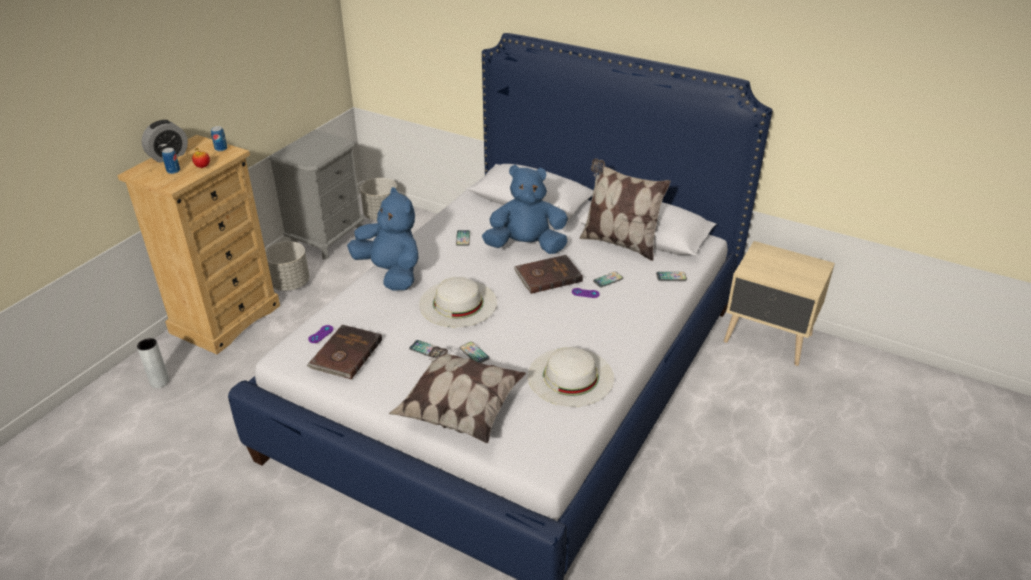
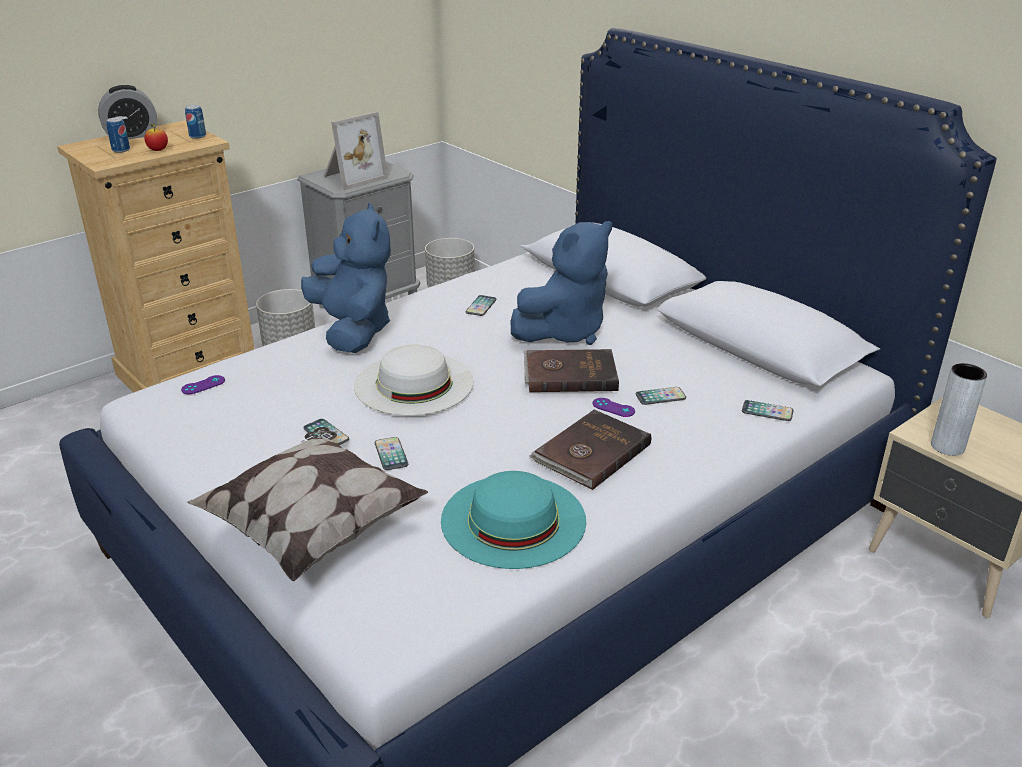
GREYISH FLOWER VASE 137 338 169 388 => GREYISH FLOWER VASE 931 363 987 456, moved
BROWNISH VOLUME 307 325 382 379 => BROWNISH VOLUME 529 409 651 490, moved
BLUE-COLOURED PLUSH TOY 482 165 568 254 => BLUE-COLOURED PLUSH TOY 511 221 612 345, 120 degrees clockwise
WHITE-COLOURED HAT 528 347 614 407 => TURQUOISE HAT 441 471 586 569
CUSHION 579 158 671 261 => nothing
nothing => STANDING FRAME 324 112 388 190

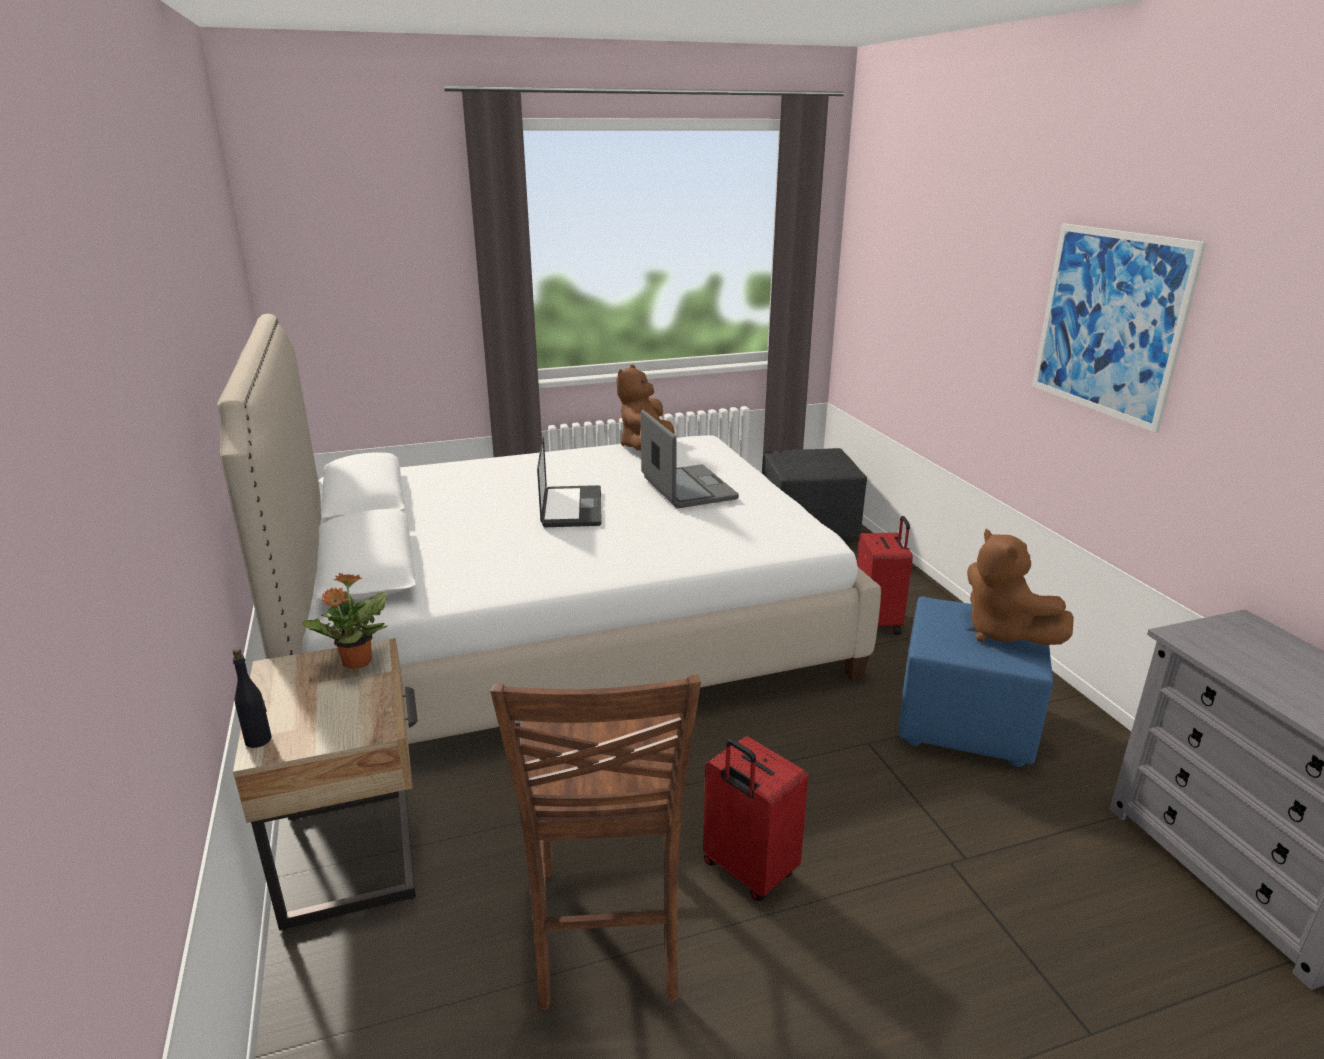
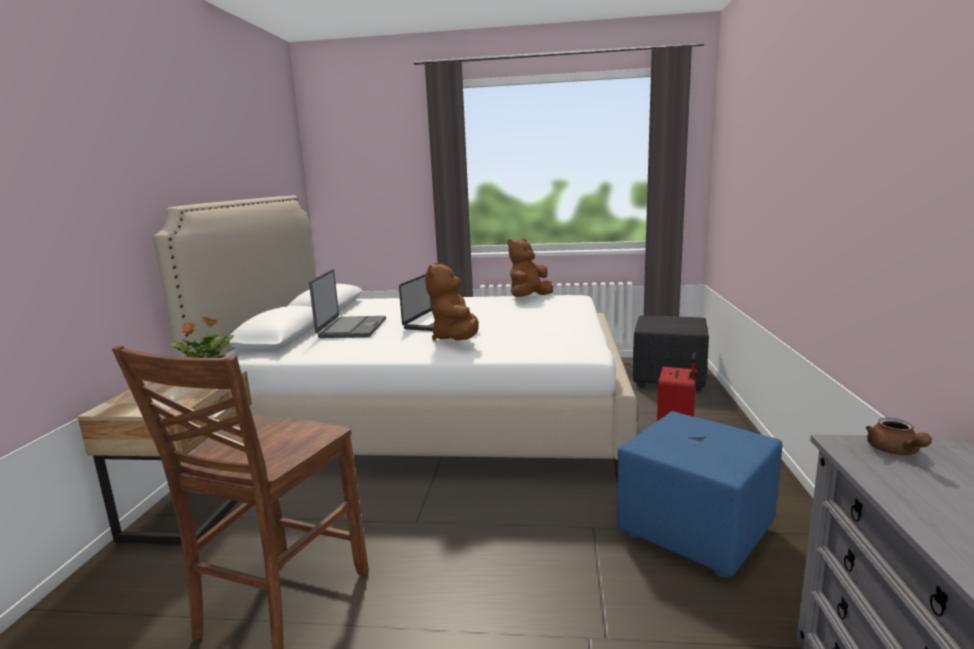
BLACK-COLOURED BOTTLE 232 648 272 748 => nothing
LAPTOP 641 410 739 508 => LAPTOP 309 269 386 338, moved
REDDISH PIECE OF LUGGAGE 703 736 808 901 => nothing
BROWNISH PLUSH TOY 967 529 1074 645 => BROWNISH PLUSH TOY 425 263 479 341, moved
WALL PICTURE 1032 223 1207 433 => nothing
nothing => BROWNISH TEAPOT 866 418 932 455

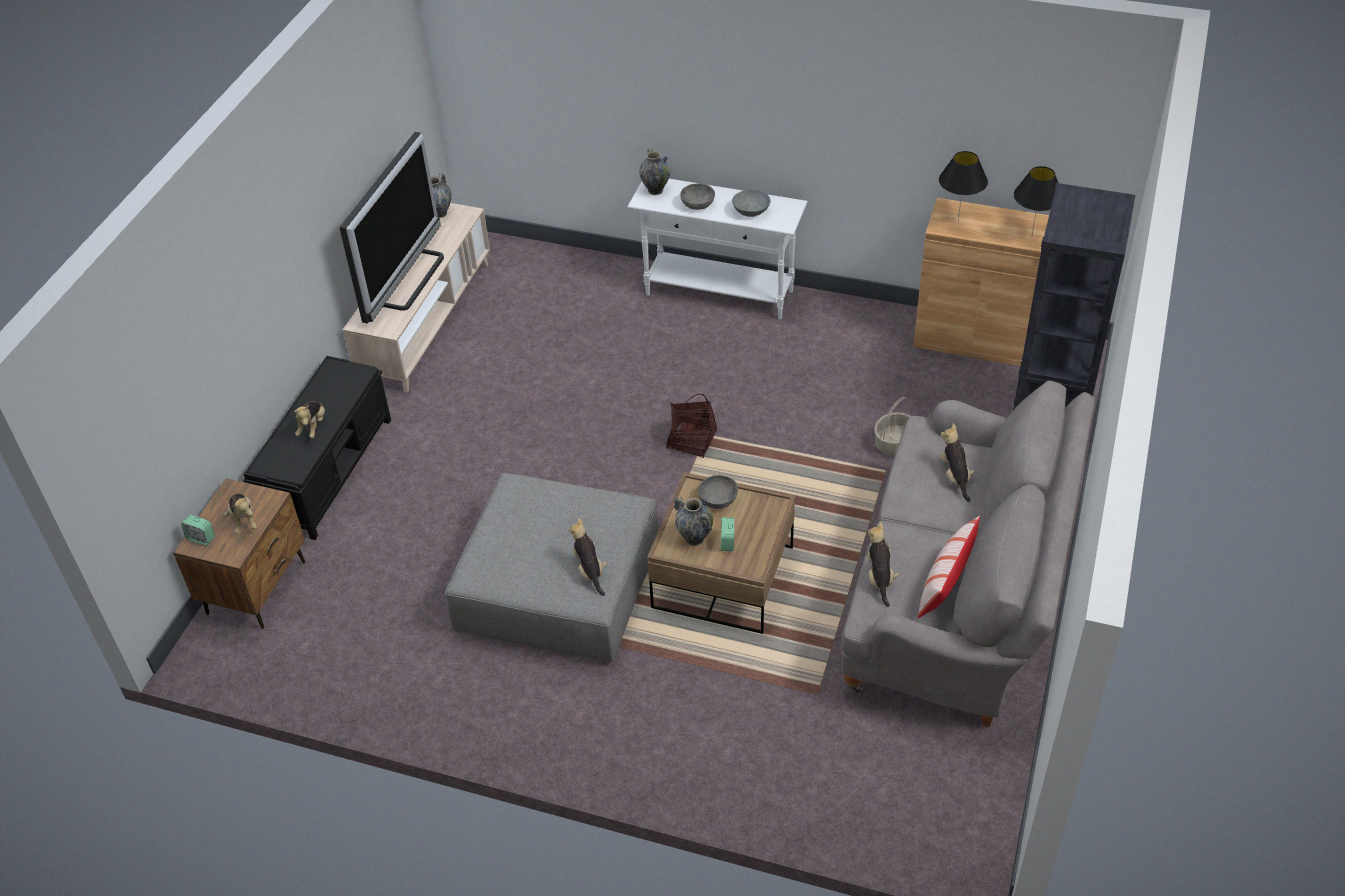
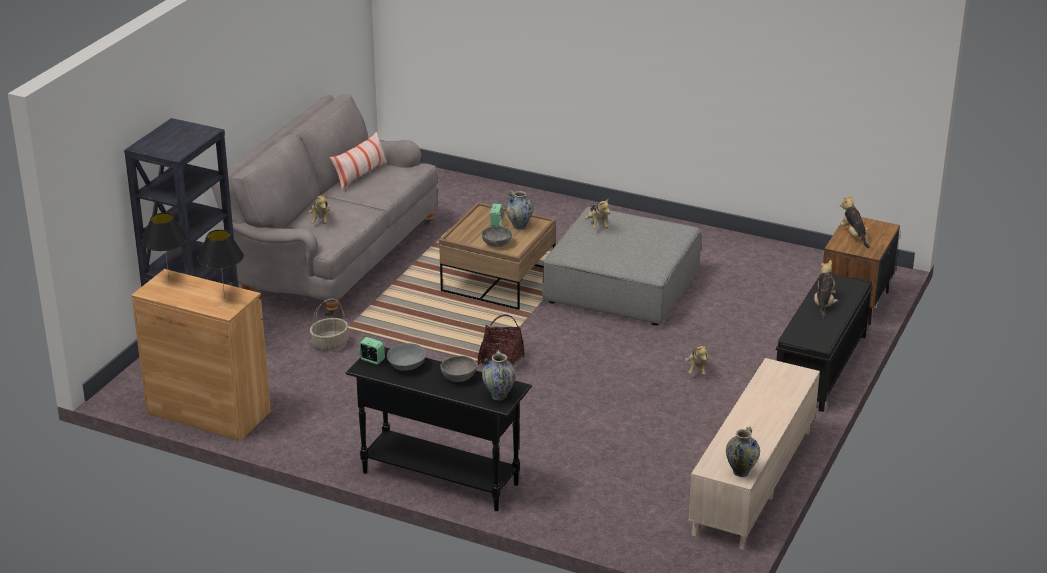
TABLE CLOCK 181 515 215 546 => TABLE CLOCK 359 337 385 365, moved
TV 339 132 444 324 => nothing
WHITE-COLOURED CONSOLE TABLE 628 179 808 319 => BLACK-COLOURED CONSOLE TABLE 346 347 532 511
PLUSH TOY 867 522 899 607 => PLUSH TOY 685 344 708 375, moved

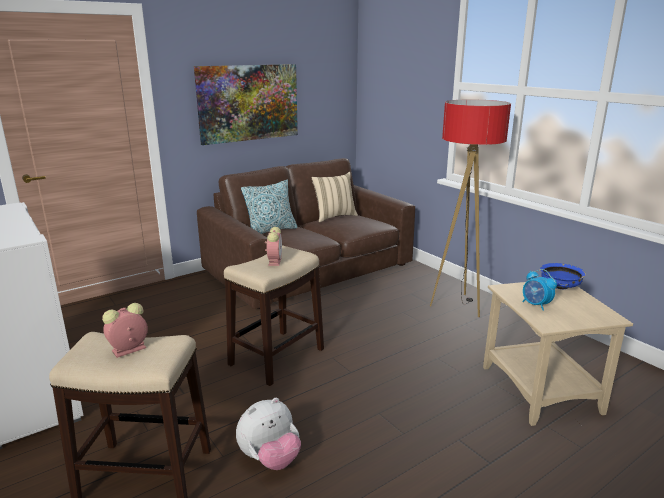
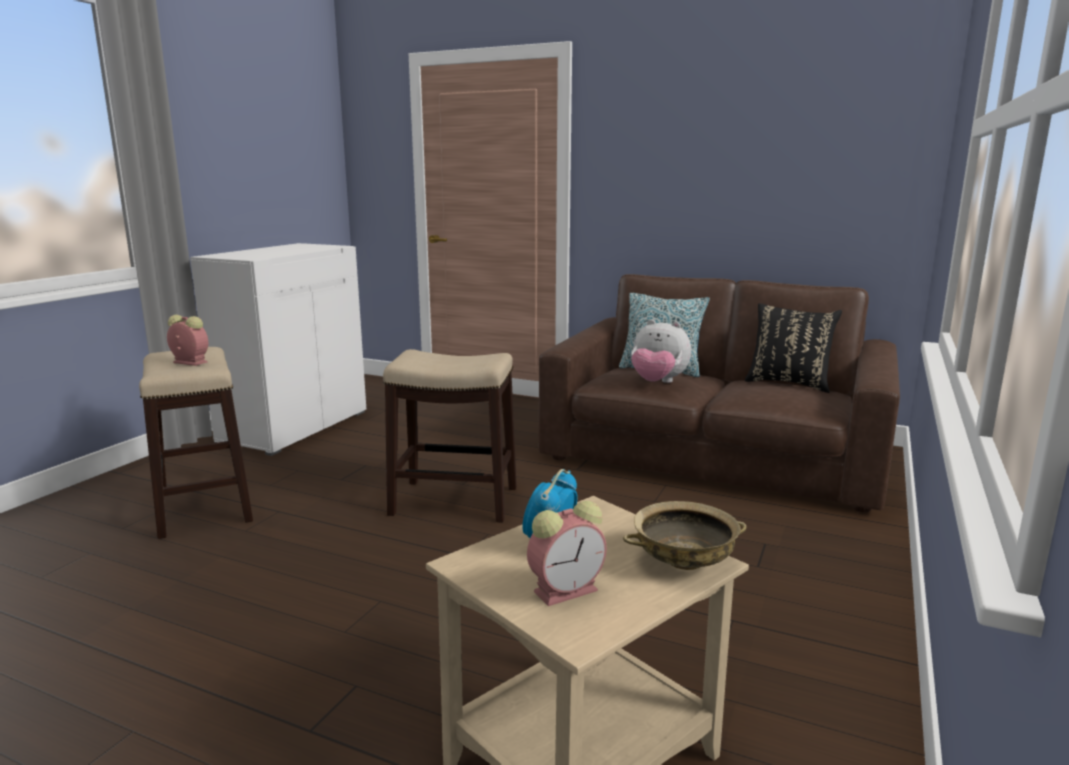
WALL PICTURE 194 64 298 145 => nothing
PLUSH TOY 236 398 301 470 => PLUSH TOY 631 319 691 383, moved
TABLE CLOCK 265 227 282 266 => TABLE CLOCK 527 501 607 606, moved
BEIGE CUSHION 311 172 358 222 => BLACK-COLOURED CUSHION 745 303 842 393
STANDING LAMP 430 100 511 317 => nothing
BLUE-COLOURED DEEP DISH 540 263 586 289 => BEIGE DEEP DISH 623 501 747 570

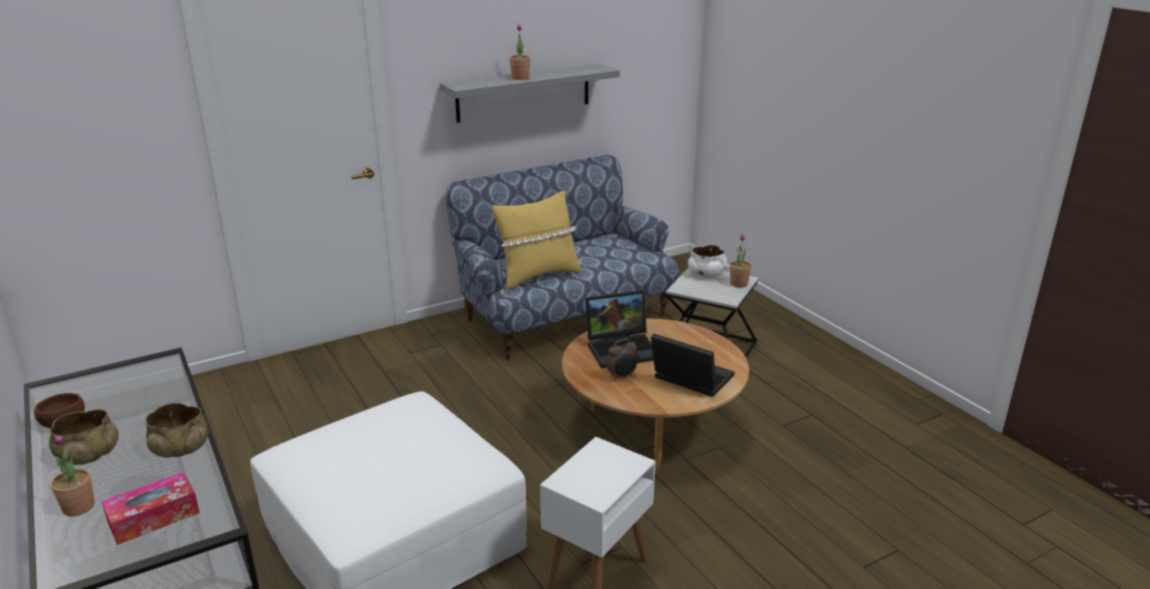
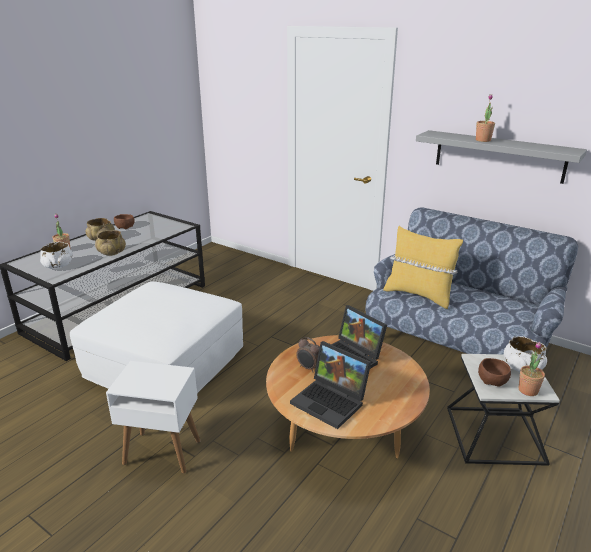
TISSUE HOLDER 101 472 200 545 => WHITE-COLOURED DEEP DISH 40 242 73 269
LAPTOP 651 334 735 397 => LAPTOP 290 341 371 429, 120 degrees clockwise
nothing => BROWNISH DEEP DISH 478 358 511 387

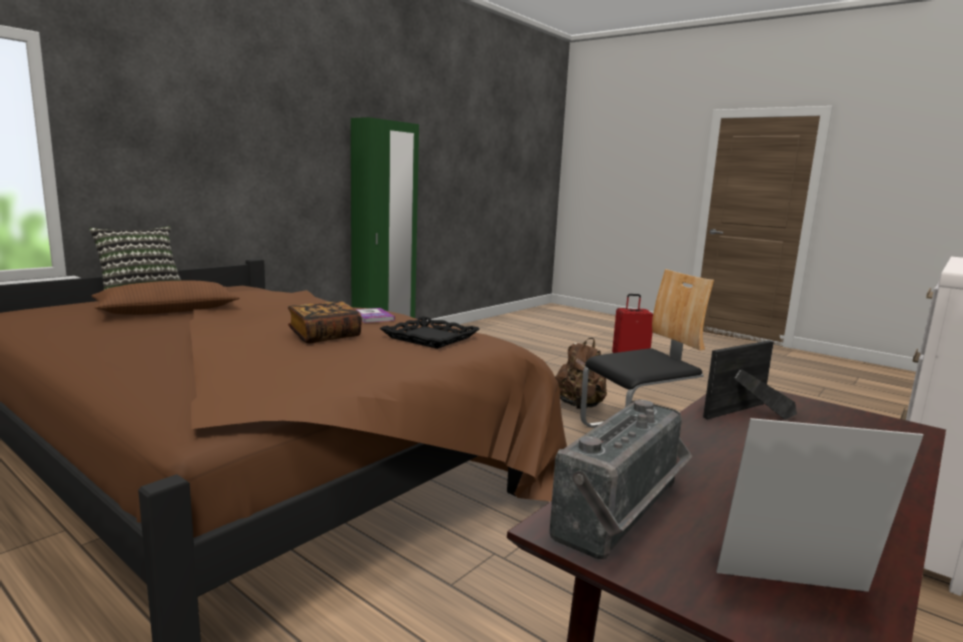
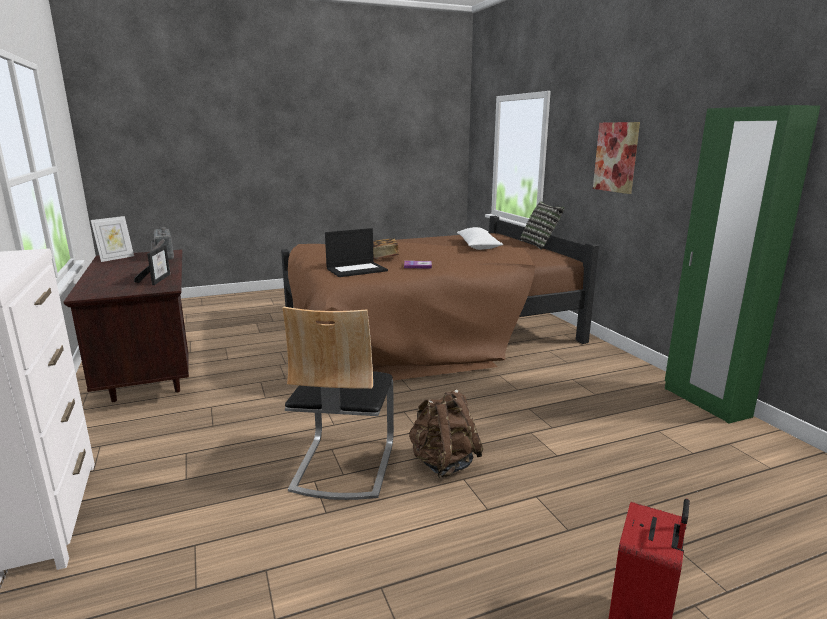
BROWNISH CUSHION 91 281 239 315 => WHITE-COLOURED CUSHION 457 227 503 250
BLACK-COLOURED CARRYING TRAY 380 316 480 349 => LAPTOP 325 228 388 277
nothing => WALL PICTURE 593 122 640 194

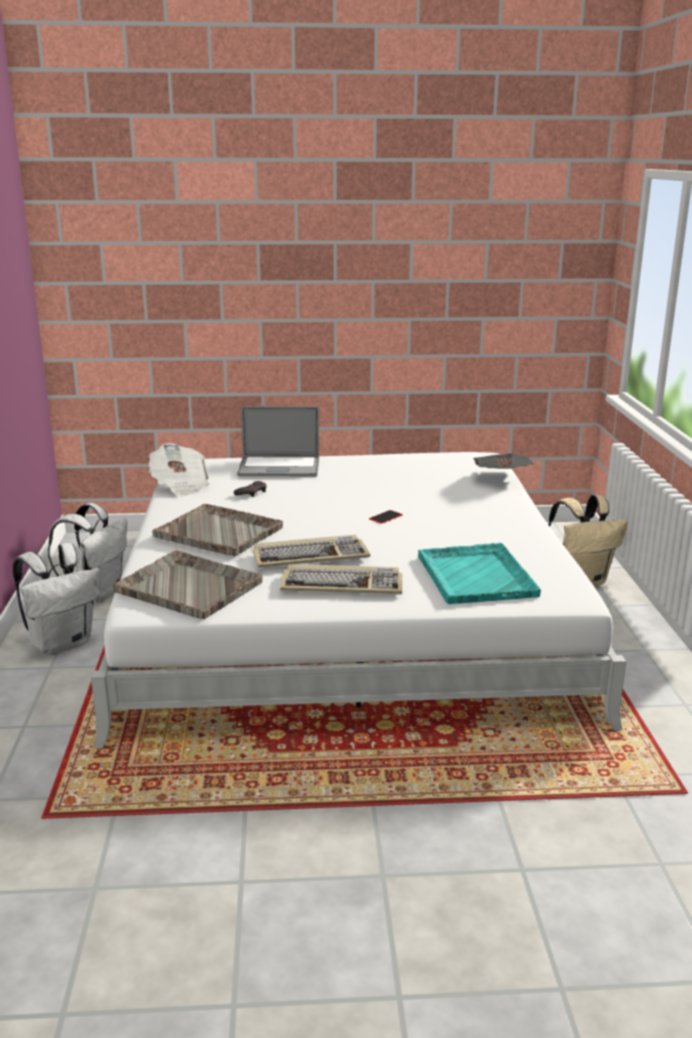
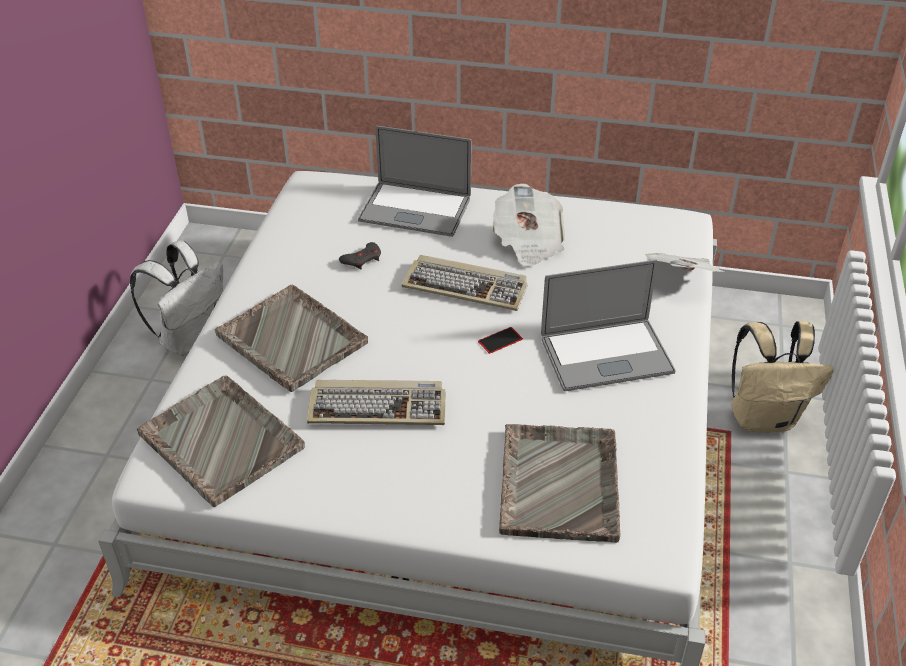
WHITE-COLOURED BACKPACK 13 543 101 655 => nothing
NEWSPAPER 149 443 209 497 => NEWSPAPER 492 184 565 267, moved
COMPUTER KEYBOARD 280 564 402 594 => COMPUTER KEYBOARD 401 255 528 311, moved
TURQUOISE CARRYING TRAY 418 543 541 604 => GREYISH CARRYING TRAY 499 424 620 543
nothing => LAPTOP 541 260 676 392

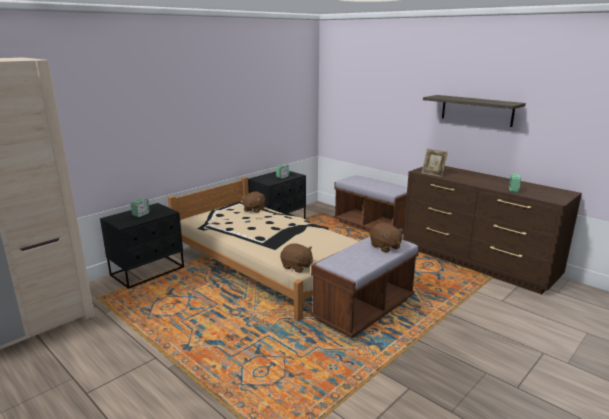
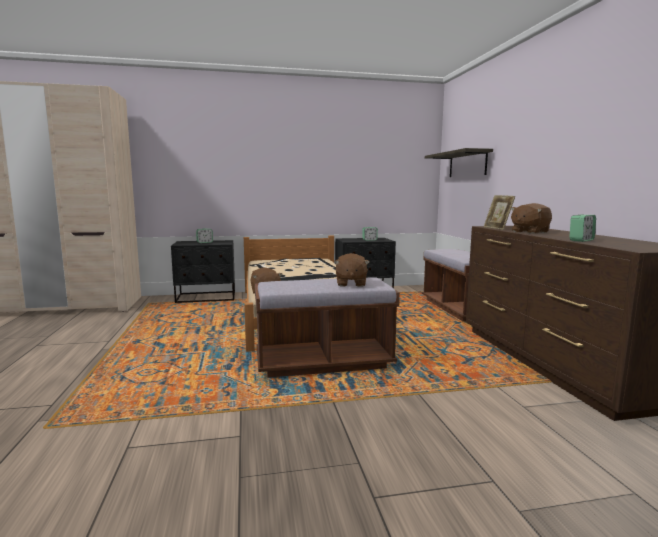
BROWNISH PLUSH TOY 242 191 265 213 => BROWNISH PLUSH TOY 510 203 552 234, moved
SHELF 423 95 526 127 => SHELF 425 148 493 177, moved

